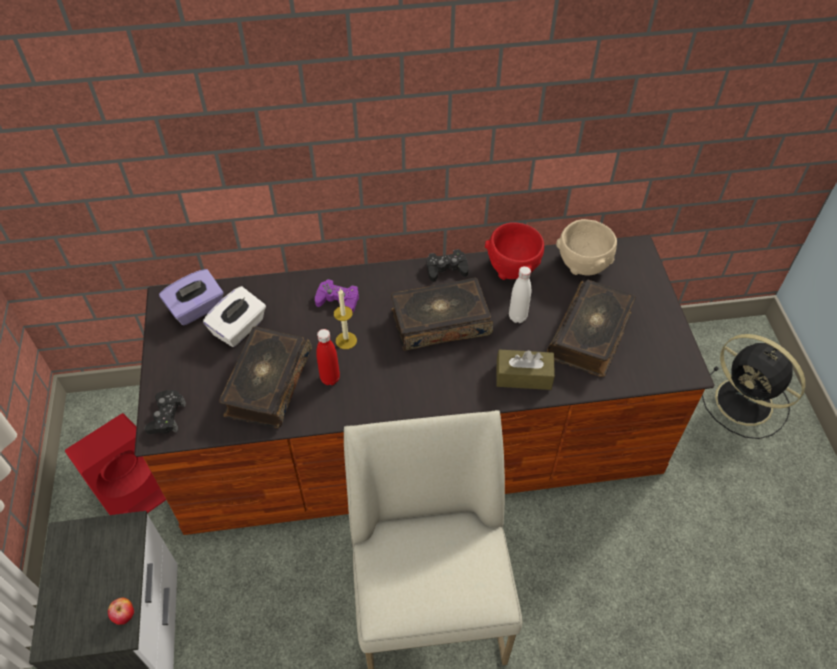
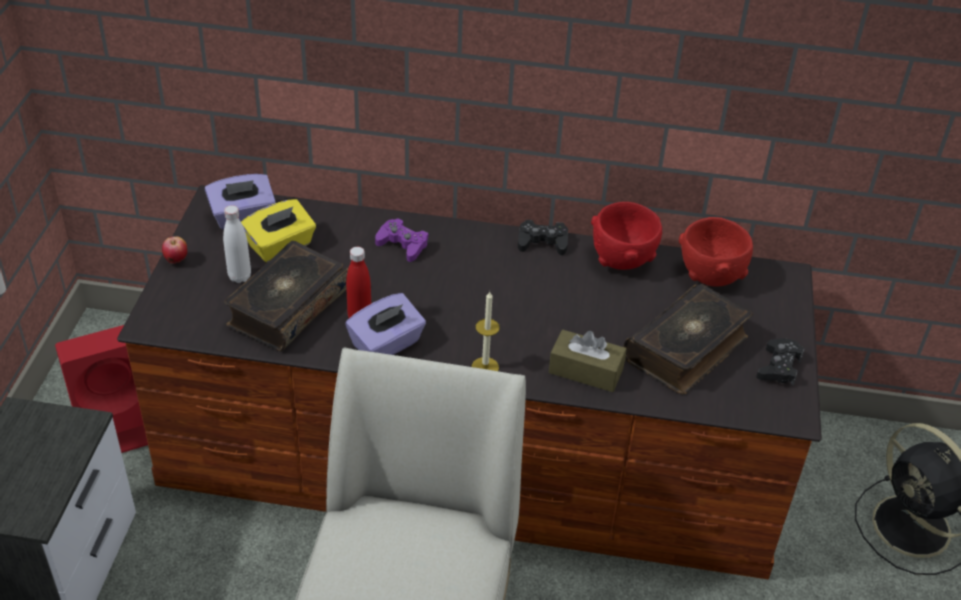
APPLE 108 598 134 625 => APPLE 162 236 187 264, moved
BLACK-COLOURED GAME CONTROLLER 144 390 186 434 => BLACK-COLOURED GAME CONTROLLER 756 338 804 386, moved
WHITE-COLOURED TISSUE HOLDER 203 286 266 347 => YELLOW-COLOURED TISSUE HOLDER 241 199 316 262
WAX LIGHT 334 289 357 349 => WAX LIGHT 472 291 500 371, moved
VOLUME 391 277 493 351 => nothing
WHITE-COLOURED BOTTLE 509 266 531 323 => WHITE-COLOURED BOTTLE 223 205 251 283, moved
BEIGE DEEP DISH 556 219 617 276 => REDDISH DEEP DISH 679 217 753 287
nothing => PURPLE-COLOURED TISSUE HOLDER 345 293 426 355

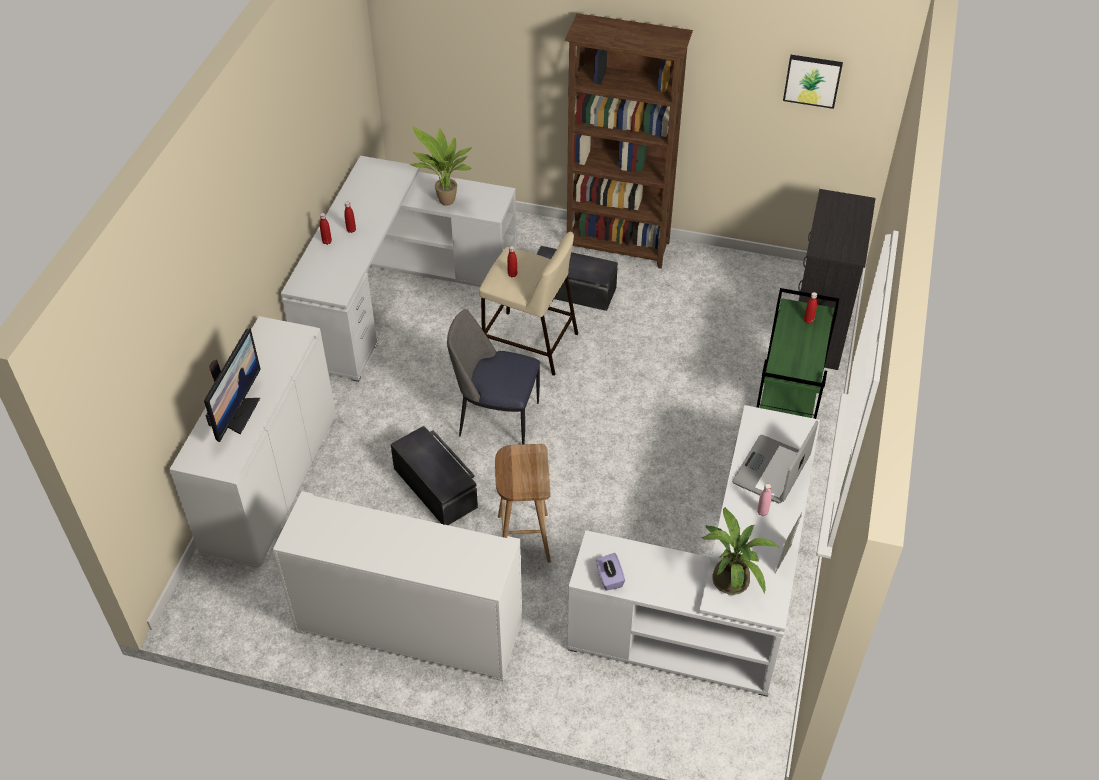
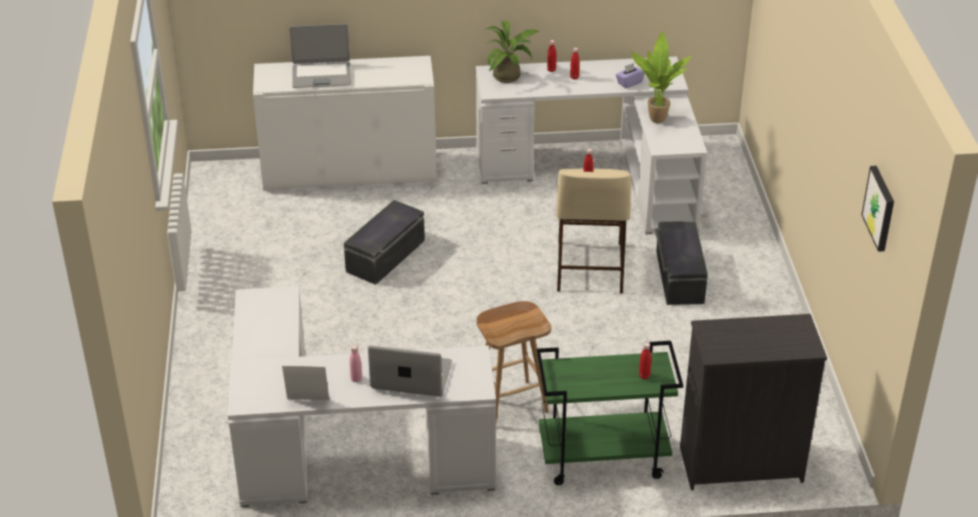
COMPUTER SCREEN 204 328 261 442 => LAPTOP 290 24 351 88
WHITE-COLOURED CABINET 273 491 522 681 => nothing
UPRIGHT CHAIR 447 309 540 444 => nothing
BROWNISH SITTING STOOL 495 444 551 563 => BROWNISH SITTING STOOL 477 301 551 423, moved
BROWNISH SHELVING UNIT 564 13 693 269 => nothing
PURPLE-COLOURED TISSUE HOLDER 596 553 625 591 => PURPLE-COLOURED TISSUE HOLDER 616 63 645 88, moved
POTTED PLANT 702 507 779 595 => POTTED PLANT 486 21 540 83, moved

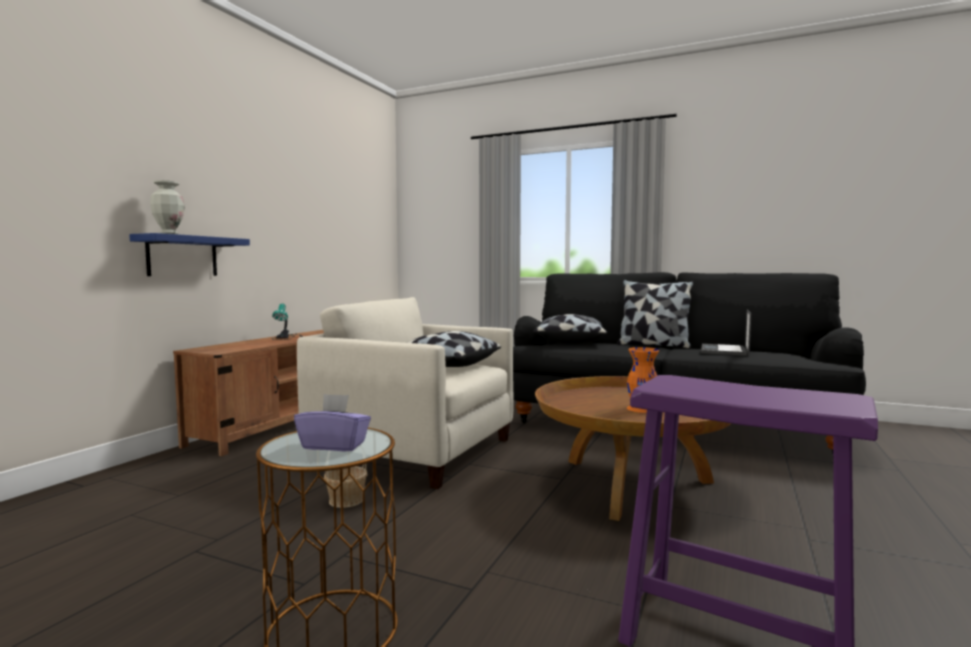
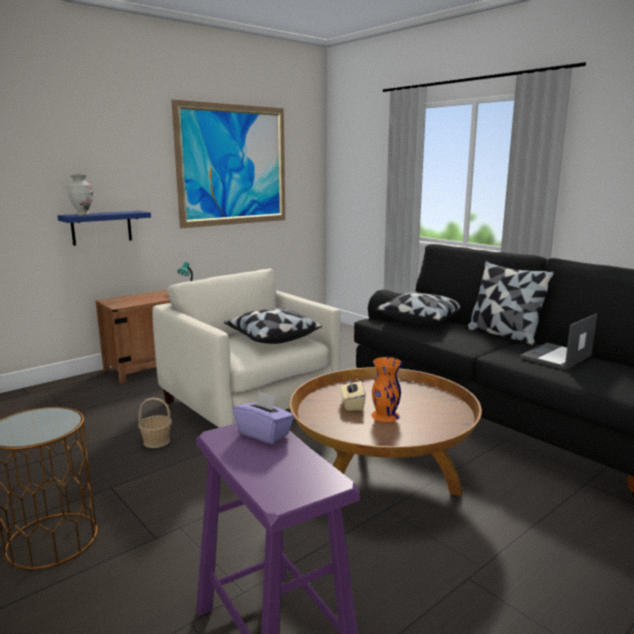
PURPLE-COLOURED TISSUE HOLDER 294 394 371 451 => PURPLE-COLOURED TISSUE HOLDER 233 391 294 444, moved
nothing => WALL PICTURE 171 100 285 228
nothing => BEIGE TISSUE HOLDER 341 377 366 411

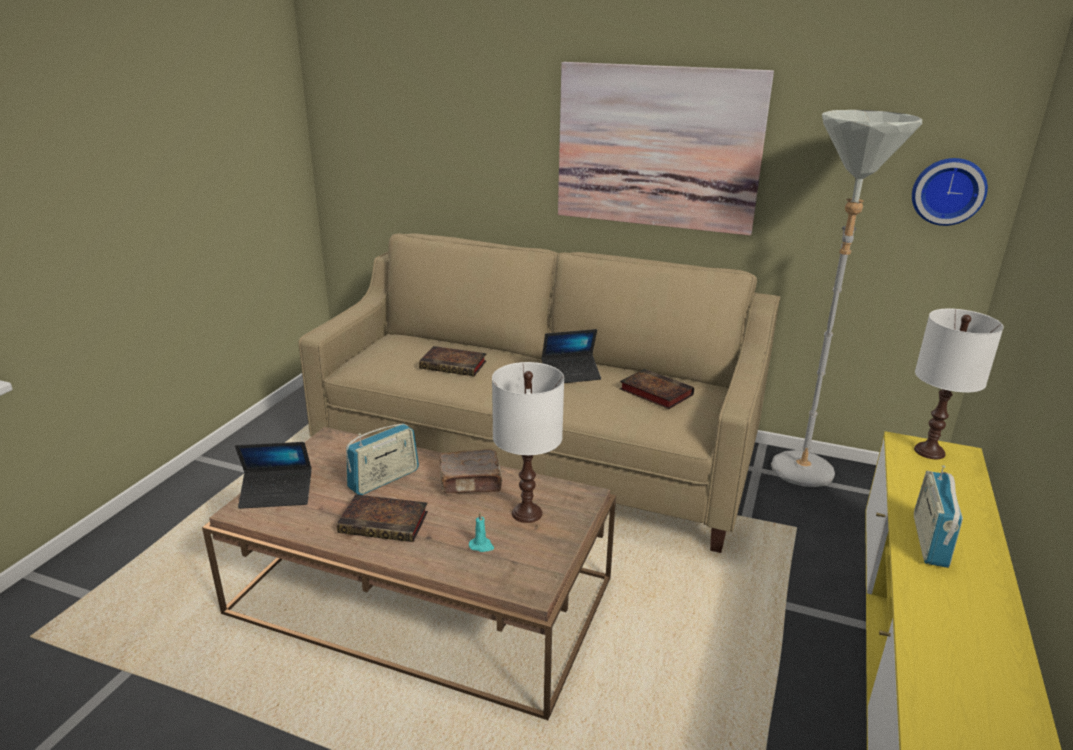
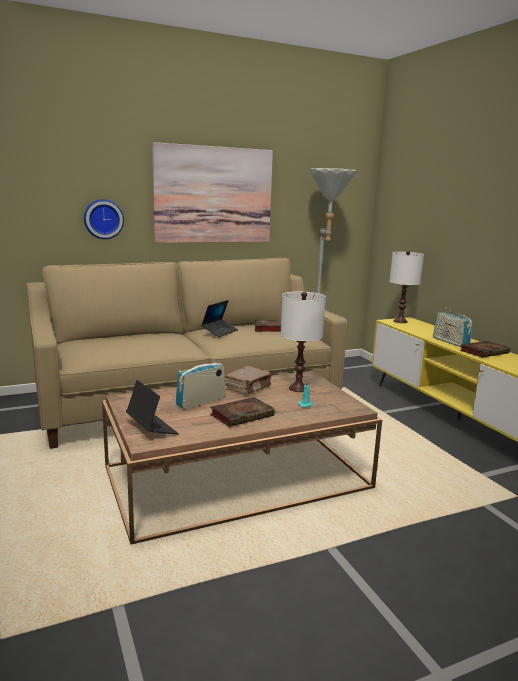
LAPTOP 235 442 312 509 => LAPTOP 126 380 179 435, 75 degrees counterclockwise
RADIO SET 346 424 419 495 => RADIO SET 176 357 225 409, 135 degrees counterclockwise
VOLUME 419 346 487 376 => VOLUME 460 341 510 358, moved
CLOCK ON THE WALL 912 158 988 226 => CLOCK ON THE WALL 84 199 124 239, moved

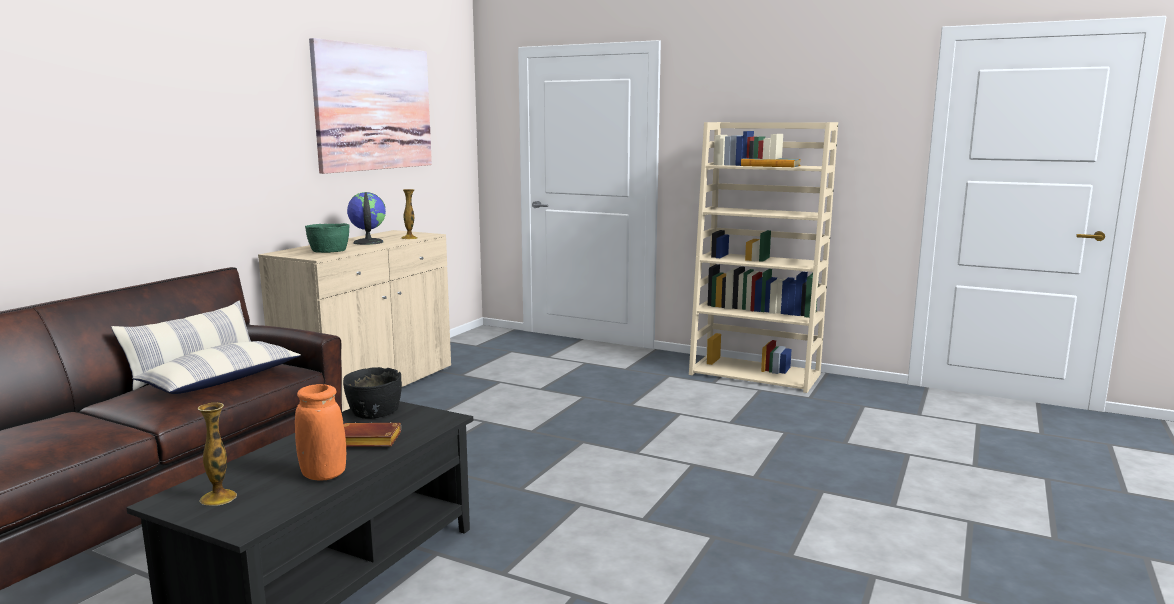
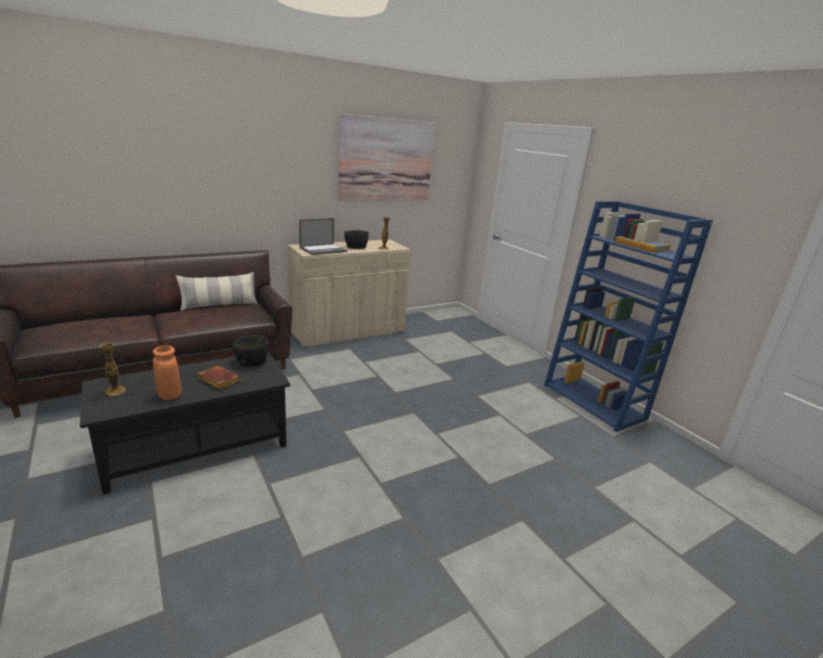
CUSHION 132 341 301 394 => nothing
GREEN DEEP DISH 305 223 350 253 => LAPTOP 299 218 347 255
DESK GLOBE 347 192 386 245 => BLACK-COLOURED DEEP DISH 344 230 369 249
BEIGE SHELVING UNIT 689 122 838 393 => BLUE-COLOURED SHELVING UNIT 544 201 713 432

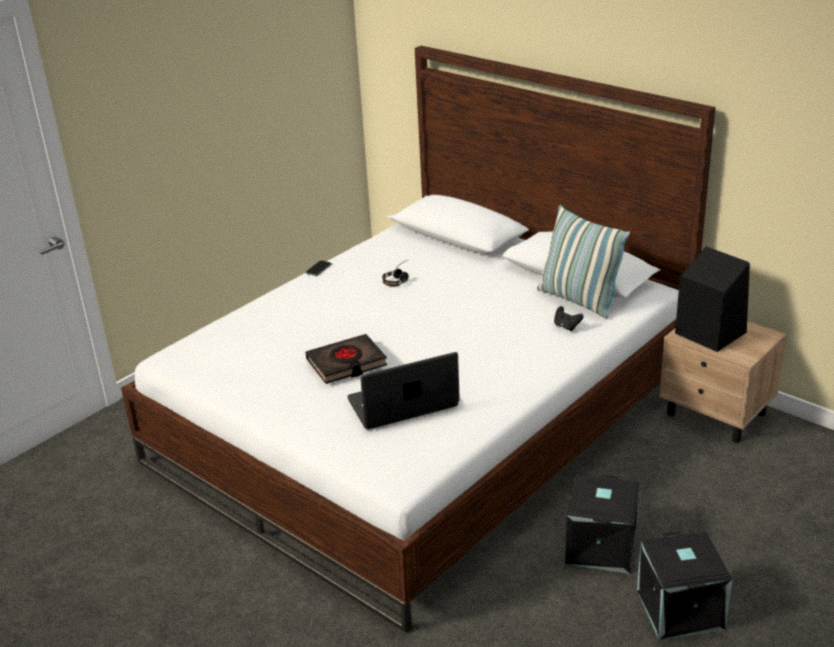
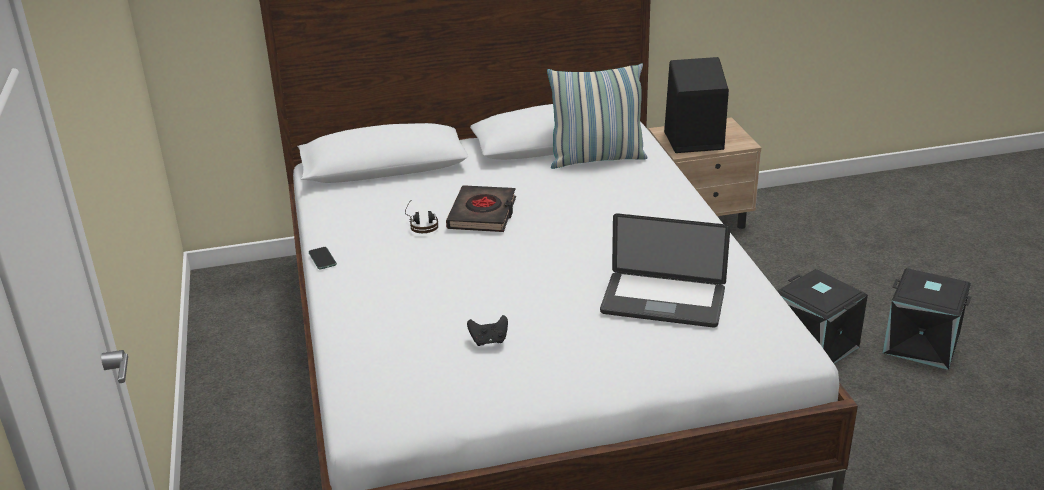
BLACK-COLOURED VOLUME 305 334 387 384 => BLACK-COLOURED VOLUME 446 185 516 232, moved
LAPTOP 348 352 460 429 => LAPTOP 600 213 730 327, 90 degrees counterclockwise
BLACK-COLOURED GAME CONTROLLER 554 306 584 331 => BLACK-COLOURED GAME CONTROLLER 467 315 508 346, moved

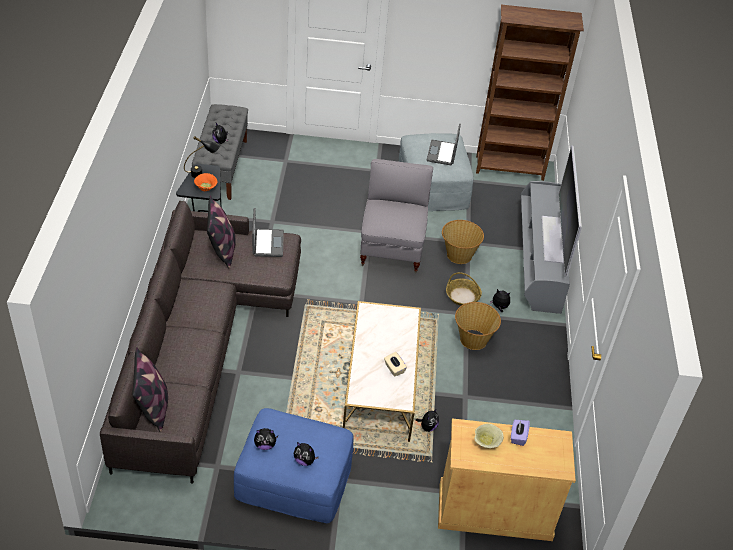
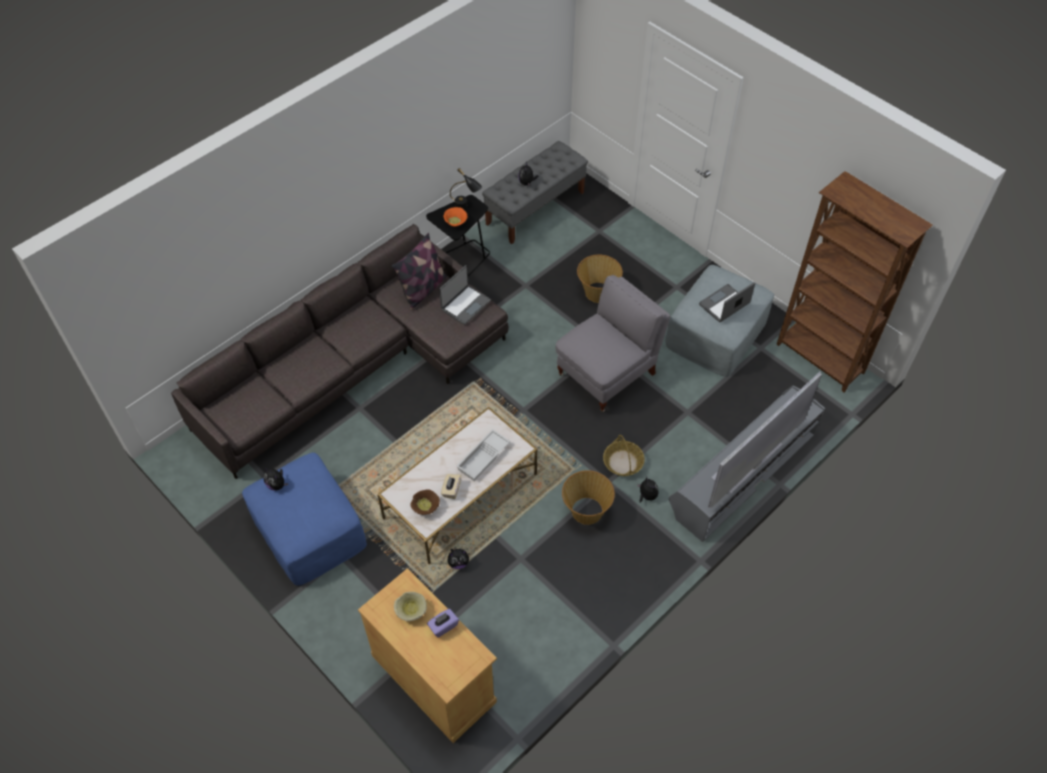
CUSHION 132 347 168 432 => nothing
PLUSH TOY 294 442 319 466 => nothing
STORAGE BASKET 442 220 484 264 => STORAGE BASKET 577 255 623 303, moved
nothing => BROWNISH DEEP DISH 410 489 440 515
nothing => WHITE-COLOURED CARRYING TRAY 456 429 510 481

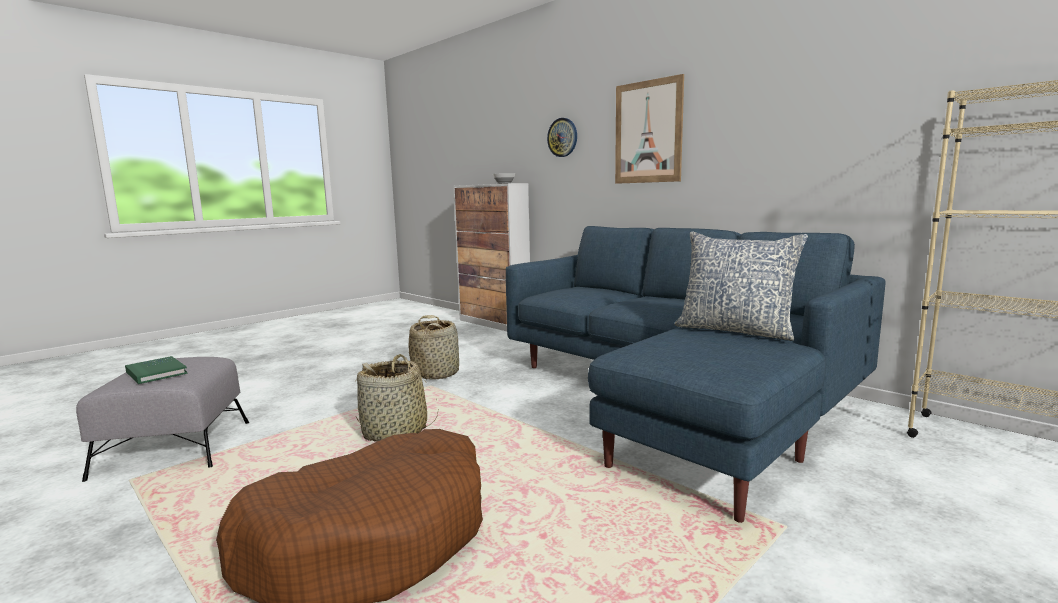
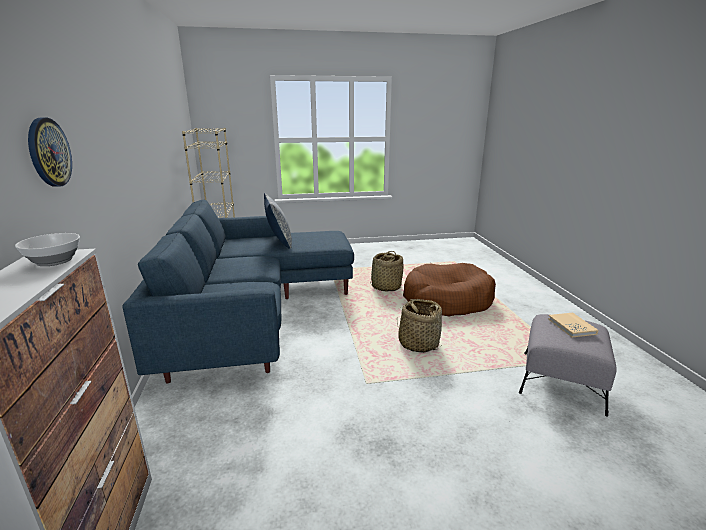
GREEN VOLUME 125 356 188 384 => BEIGE VOLUME 548 313 598 337
STORAGE BASKET 409 315 459 380 => STORAGE BASKET 370 251 403 291, moved
WALL PICTURE 615 74 684 184 => nothing

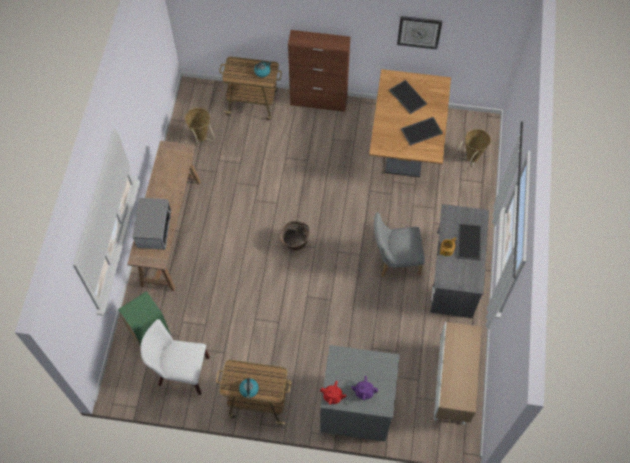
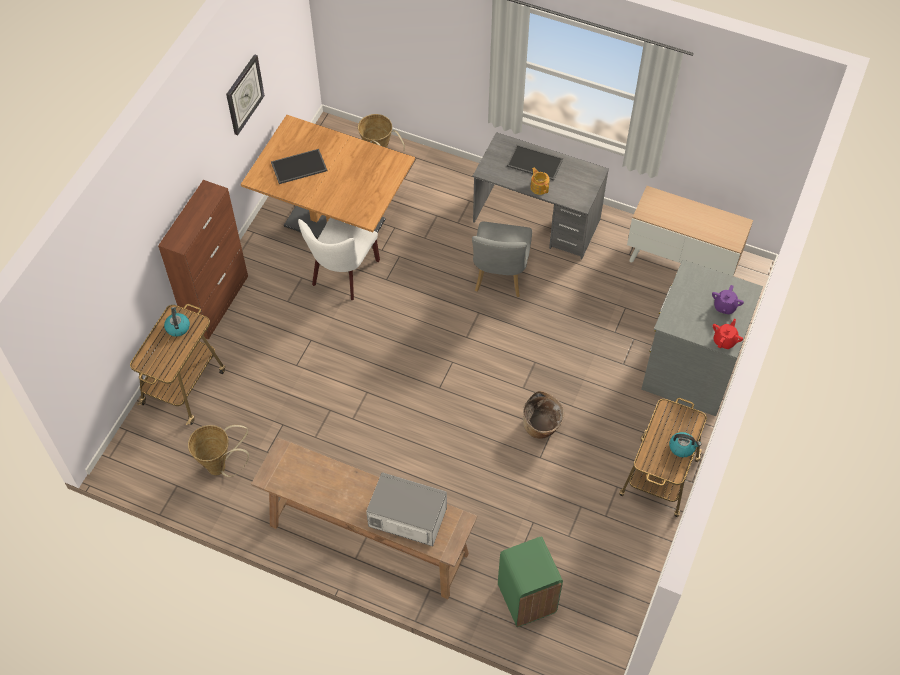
WHITE-COLOURED UPRIGHT CHAIR 141 319 210 395 => WHITE-COLOURED UPRIGHT CHAIR 298 218 380 300, moved
STORAGE BASKET 280 221 309 251 => STORAGE BASKET 523 391 564 439, moved
CARRYING TRAY 401 117 443 146 => nothing

